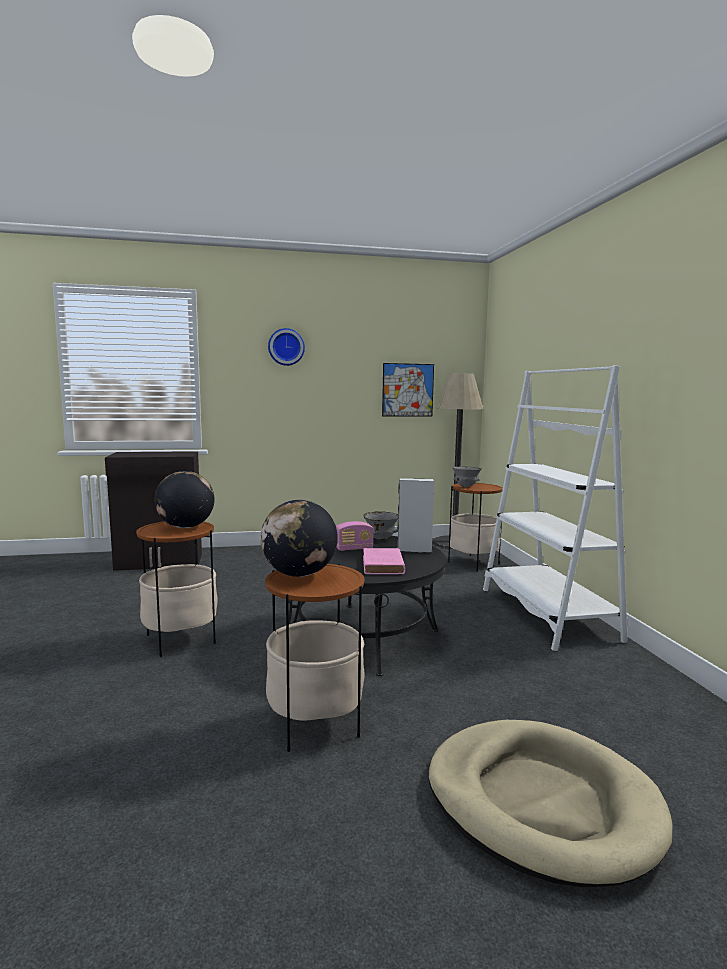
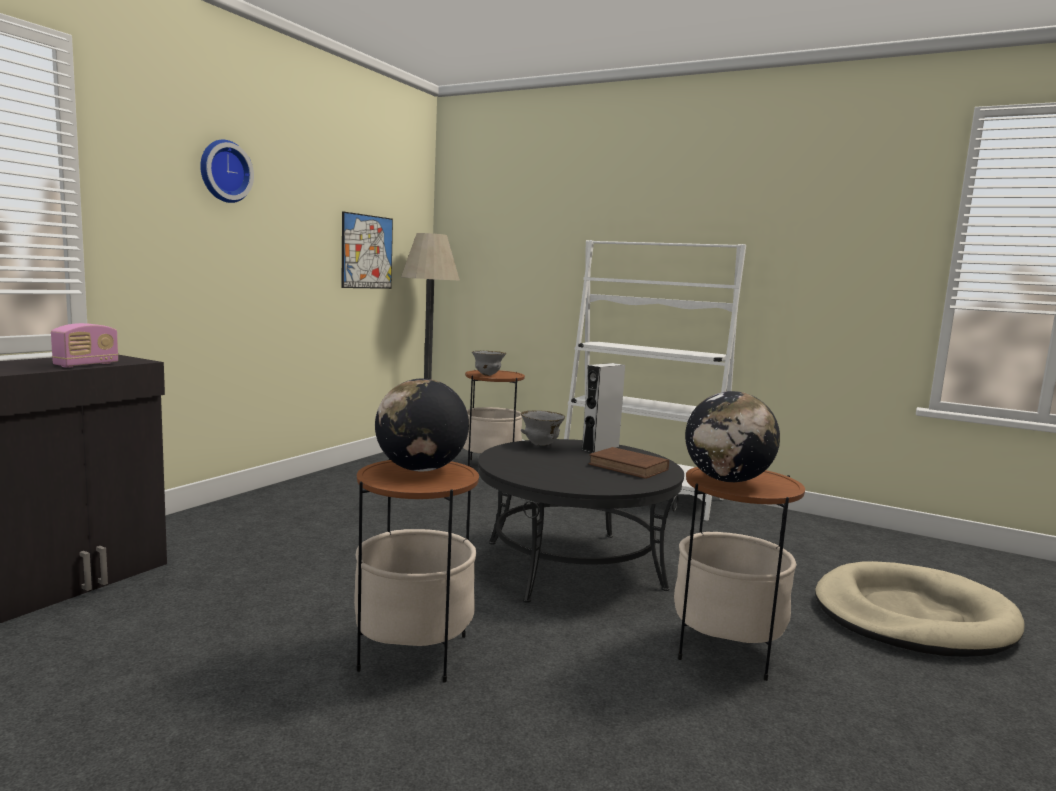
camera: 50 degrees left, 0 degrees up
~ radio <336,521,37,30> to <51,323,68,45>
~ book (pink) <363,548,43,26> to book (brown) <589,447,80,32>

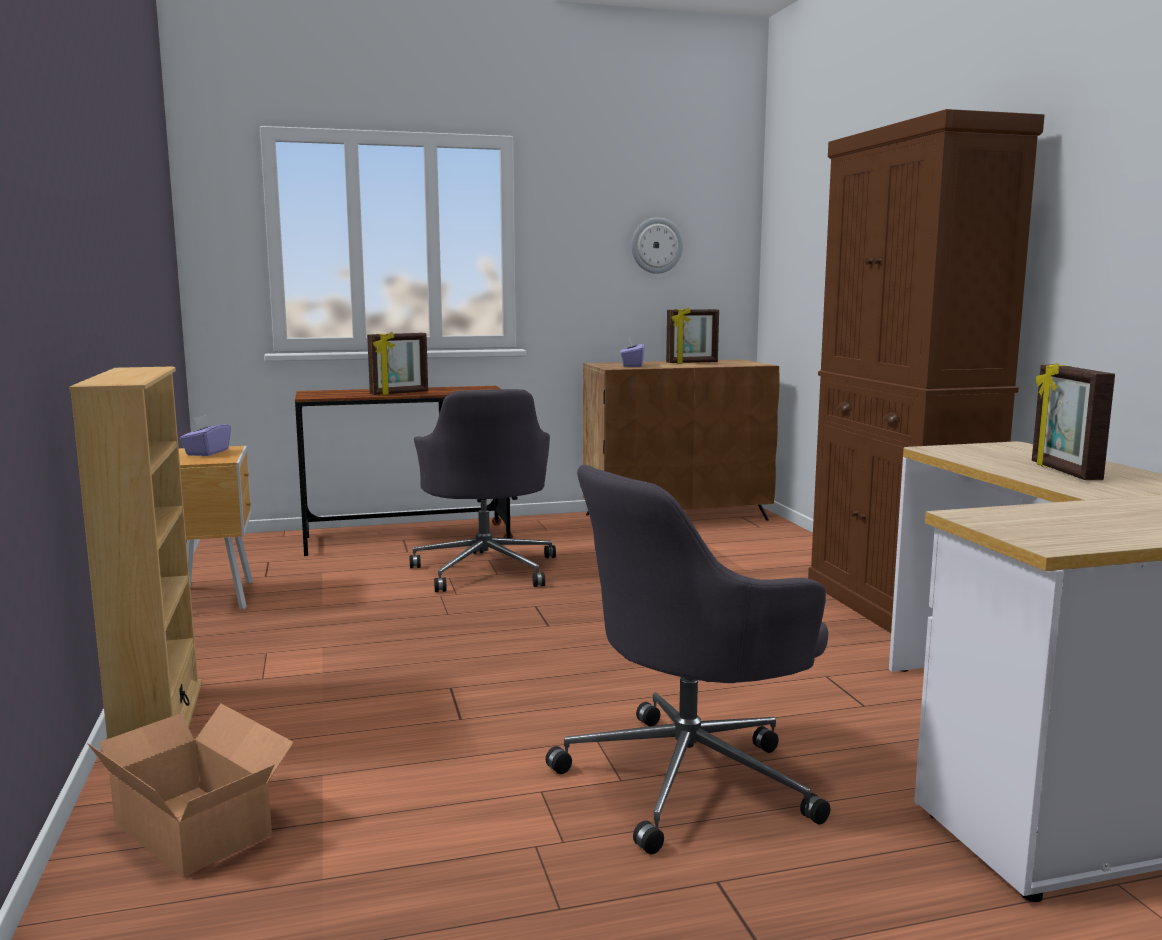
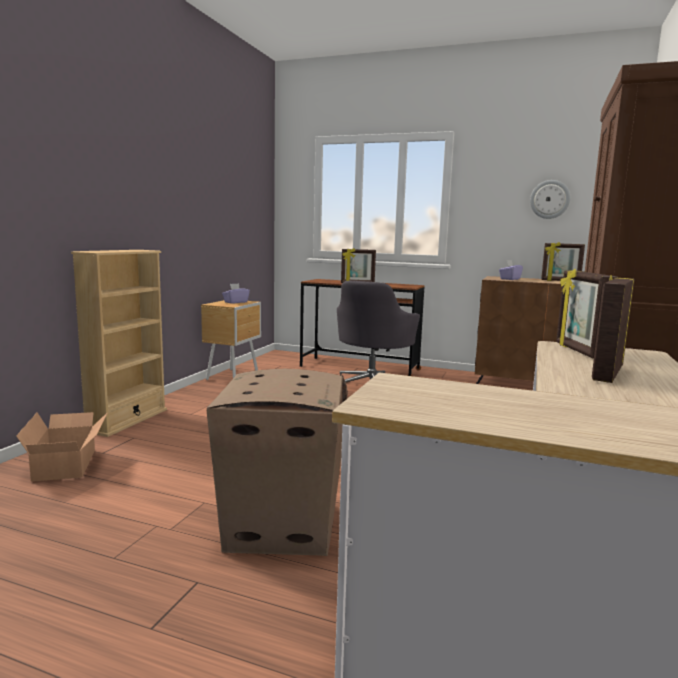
camera: 35 degrees right, 0 degrees up
+ picture frame <556,269,62,90>
~ office chair (grey) <546,465,285,389> to cardboard box <207,369,142,187>

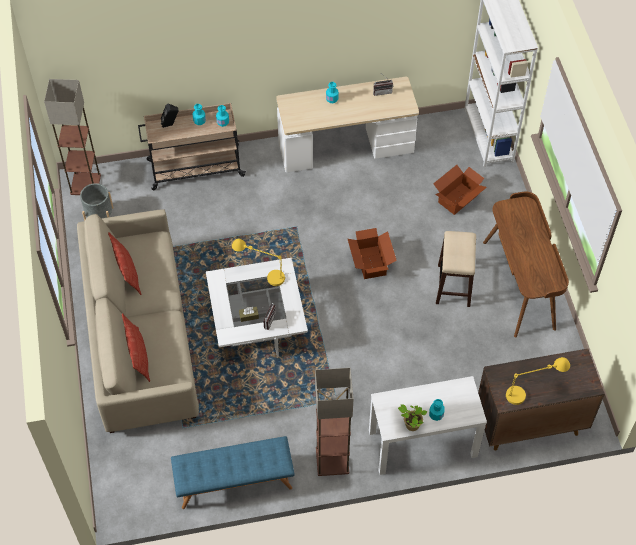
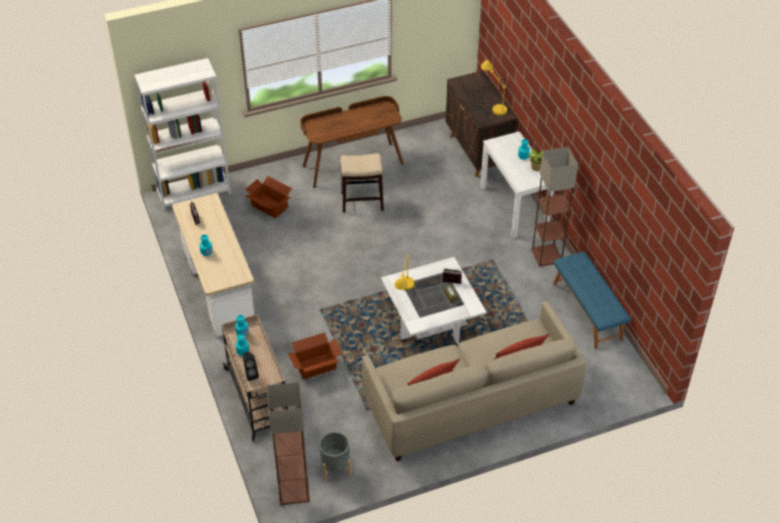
camera: 100 degrees left, 10 degrees down
~ cardboard box <348,228,49,51> to <288,333,54,47>

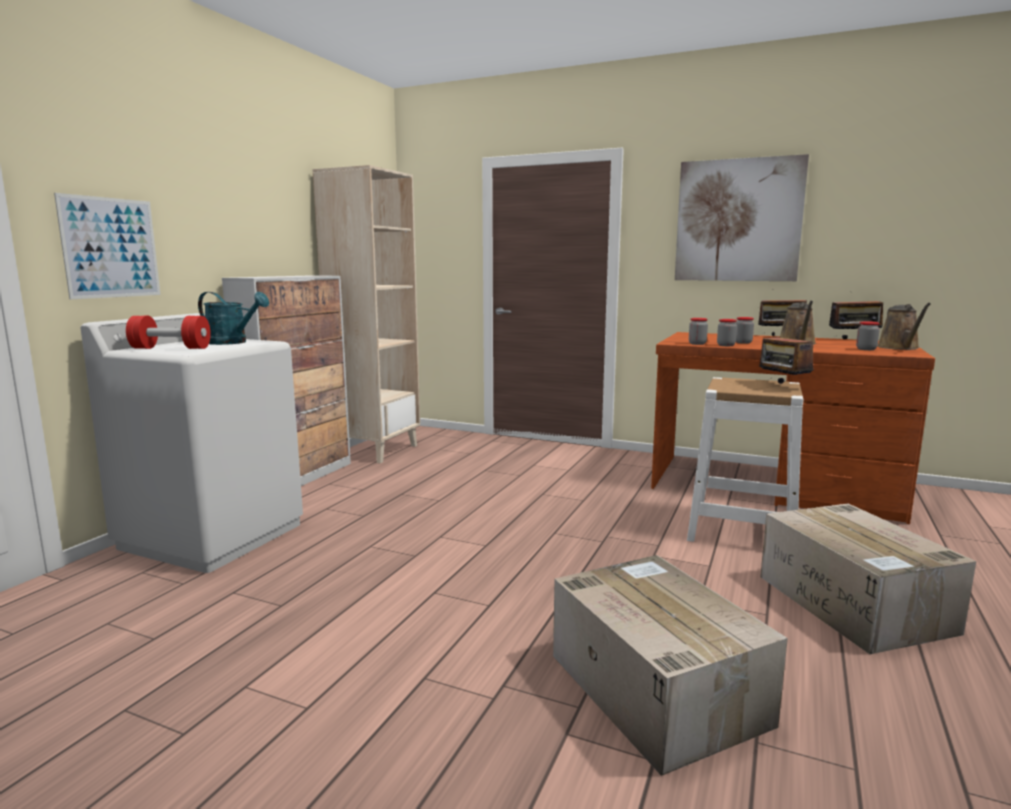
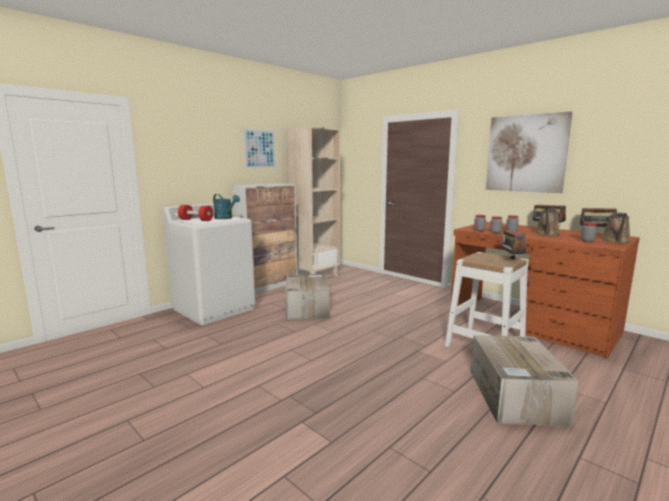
camera: 20 degrees right, 0 degrees up
~ picture <54,193,107,106> to <243,128,33,41>
~ cardboard box <553,555,235,221> to <285,274,45,46>

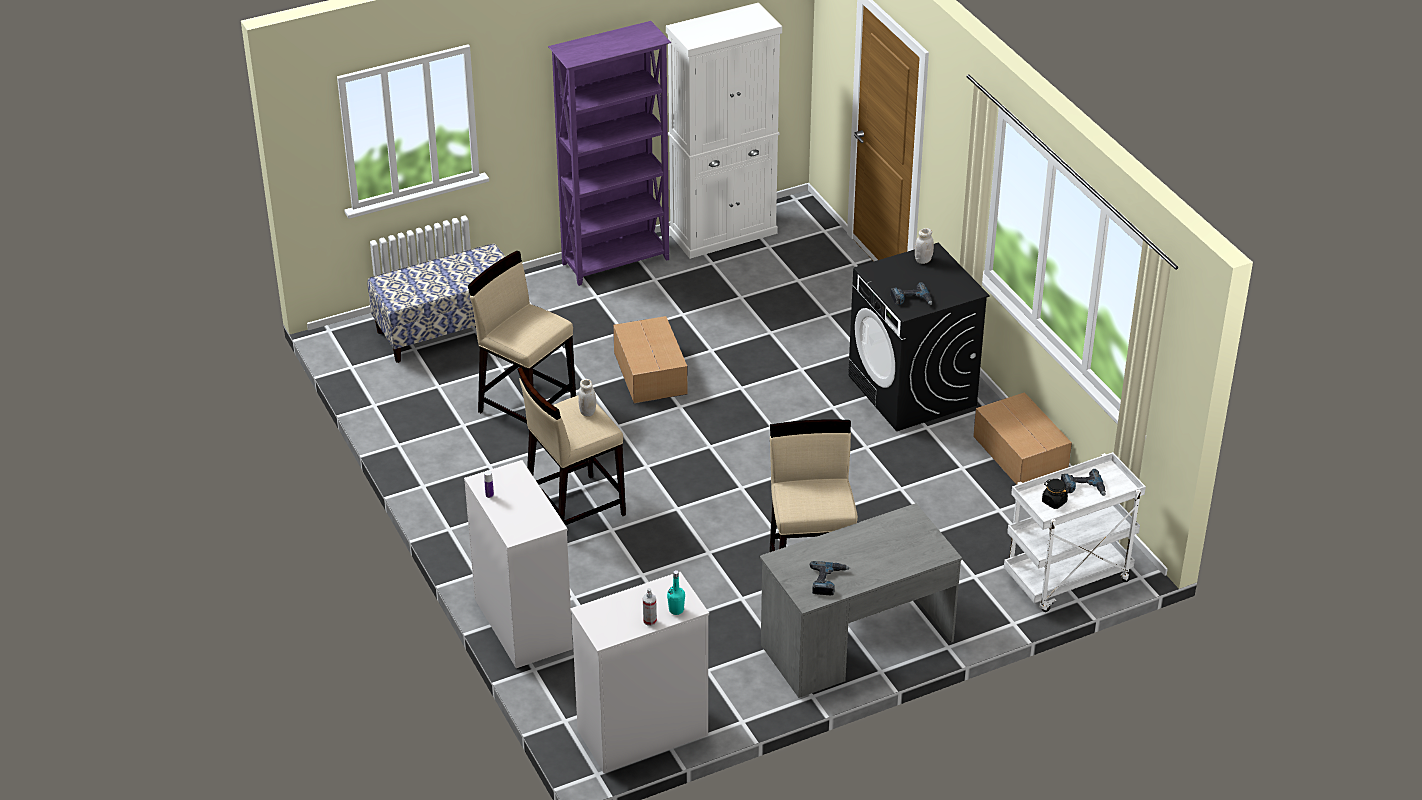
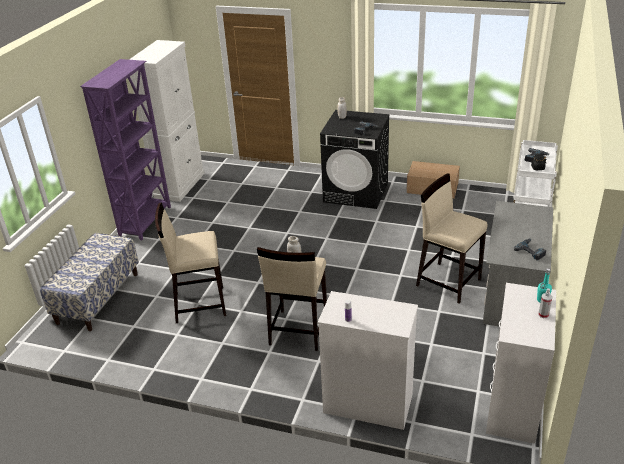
camera: 45 degrees left, 5 degrees down
- cardboard box <613,316,75,87>

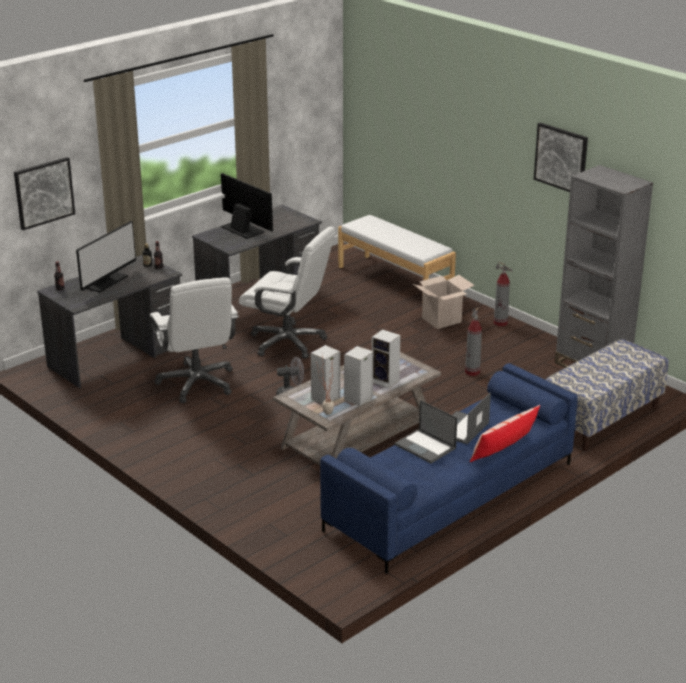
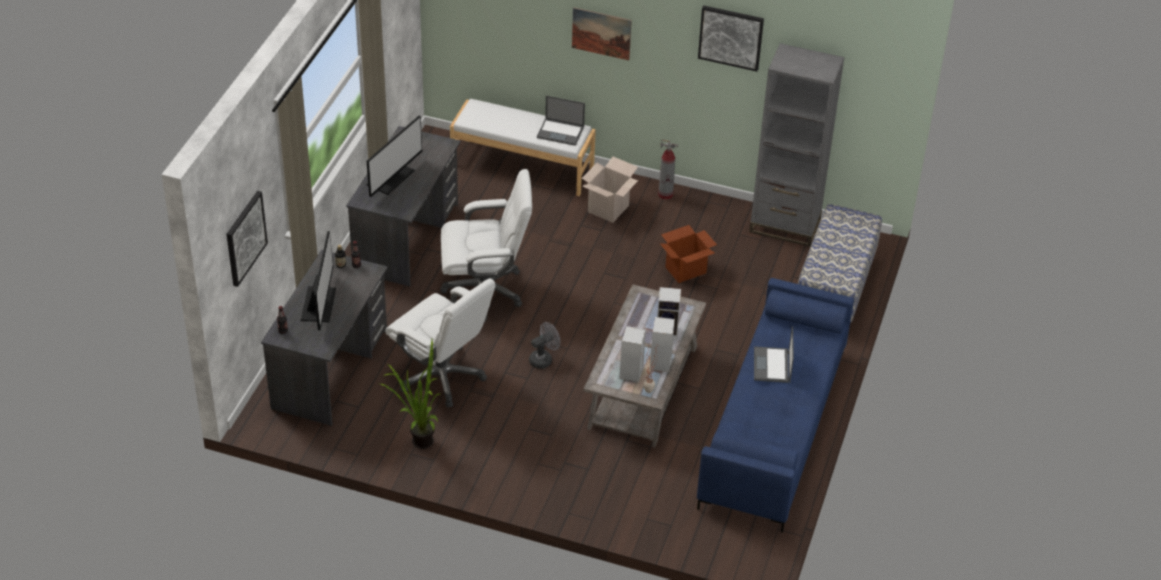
camera: 30 degrees left, 15 degrees up
- pillow <470,405,70,57>
+ potted plant <380,339,60,110>
+ picture <572,7,60,53>
~ laptop <394,400,63,63> to <537,96,48,50>
~ fire extinguisher <465,307,17,69> to cardboard box <660,225,57,58>
~ monitor <221,173,52,66> = <366,116,57,81> 105 degrees clockwise

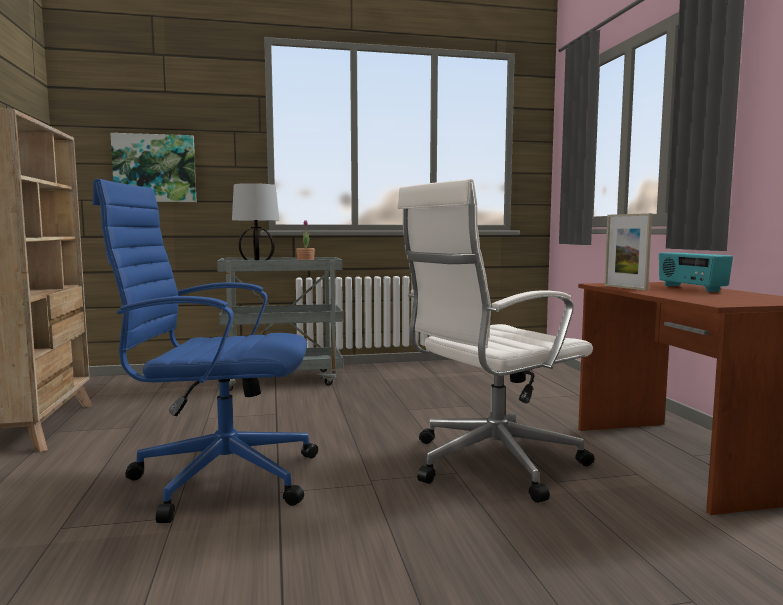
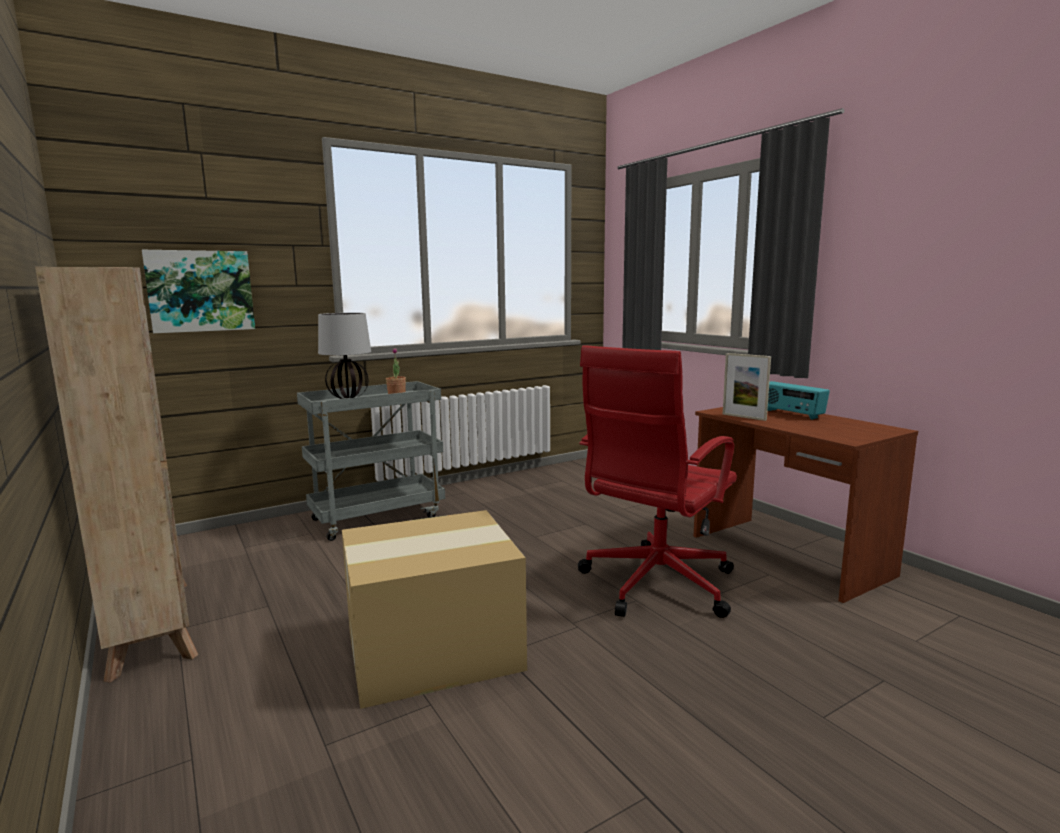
camera: 20 degrees left, 5 degrees up
~ office chair (blue) <92,179,226,344> to cardboard box <342,510,185,199>
~ office chair (white) <398,179,196,324> to office chair (red) <578,345,159,273>

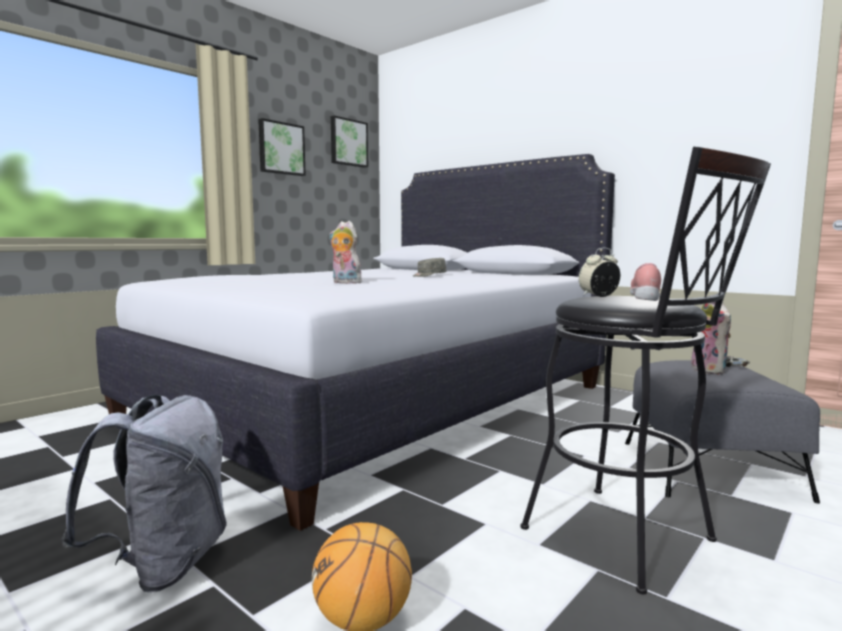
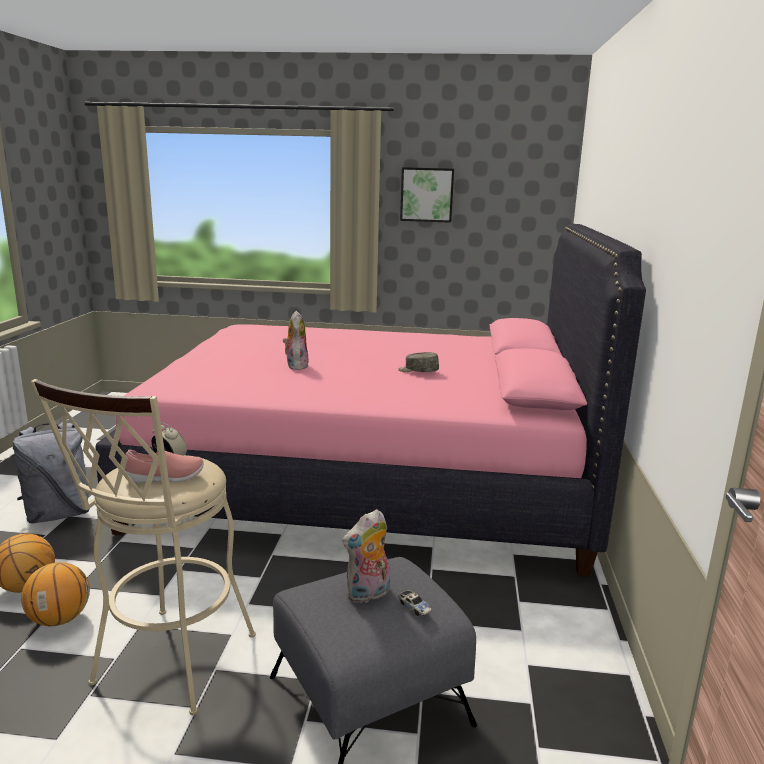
camera: 55 degrees right, 10 degrees up
- picture <331,116,37,52>
+ basketball <21,562,69,64>
~ bed (white) <96,154,519,377> to bed (pink) <96,224,550,353>
~ stool (black) <521,146,250,448> to stool (beige) <31,379,225,336>

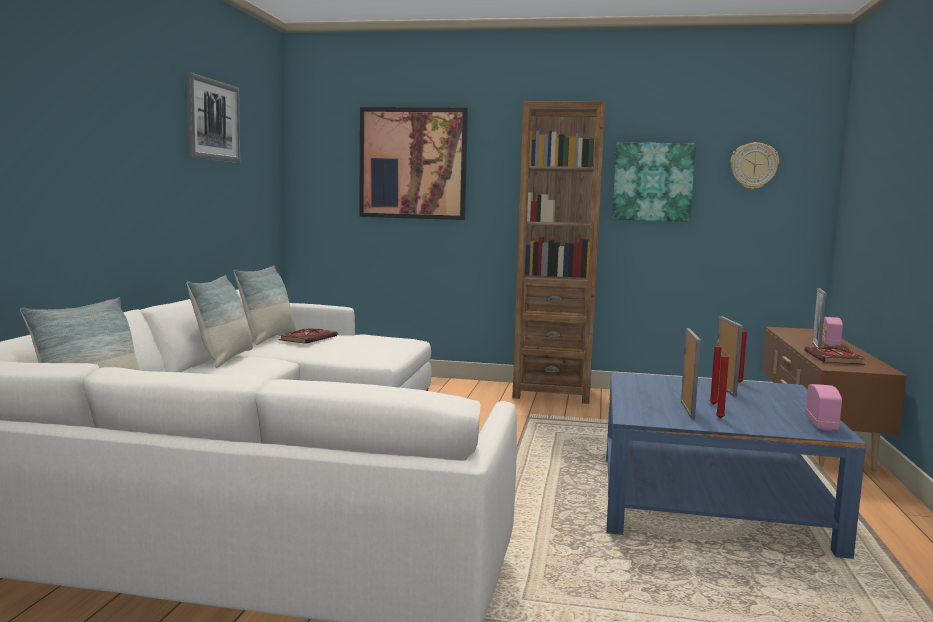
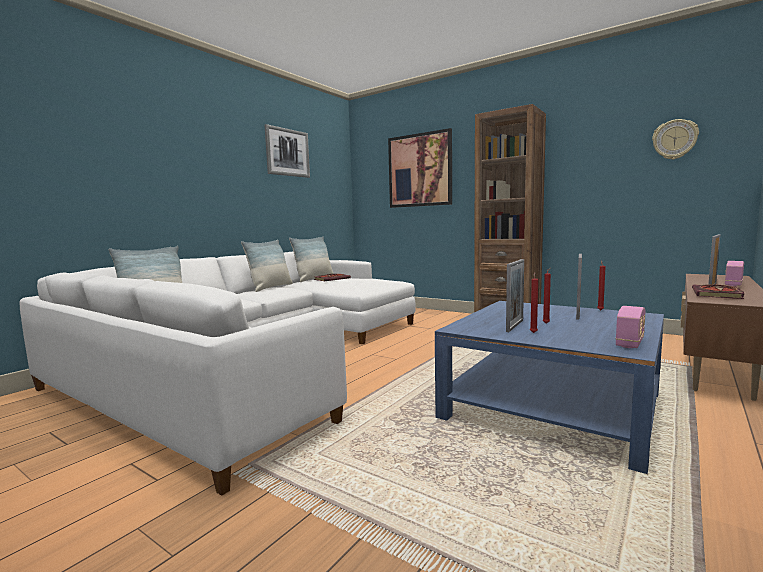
camera: 25 degrees right, 0 degrees up
- picture <612,142,84,80>

